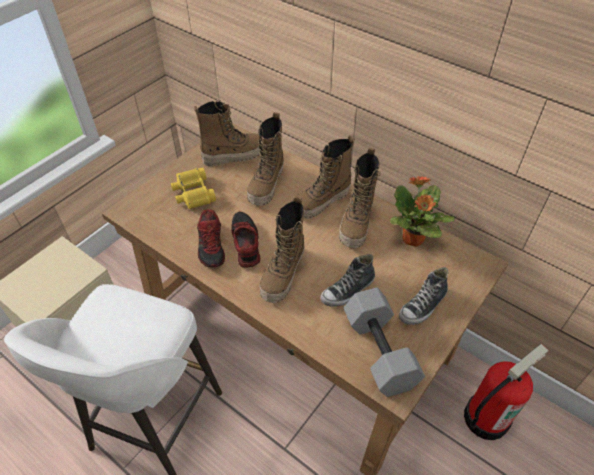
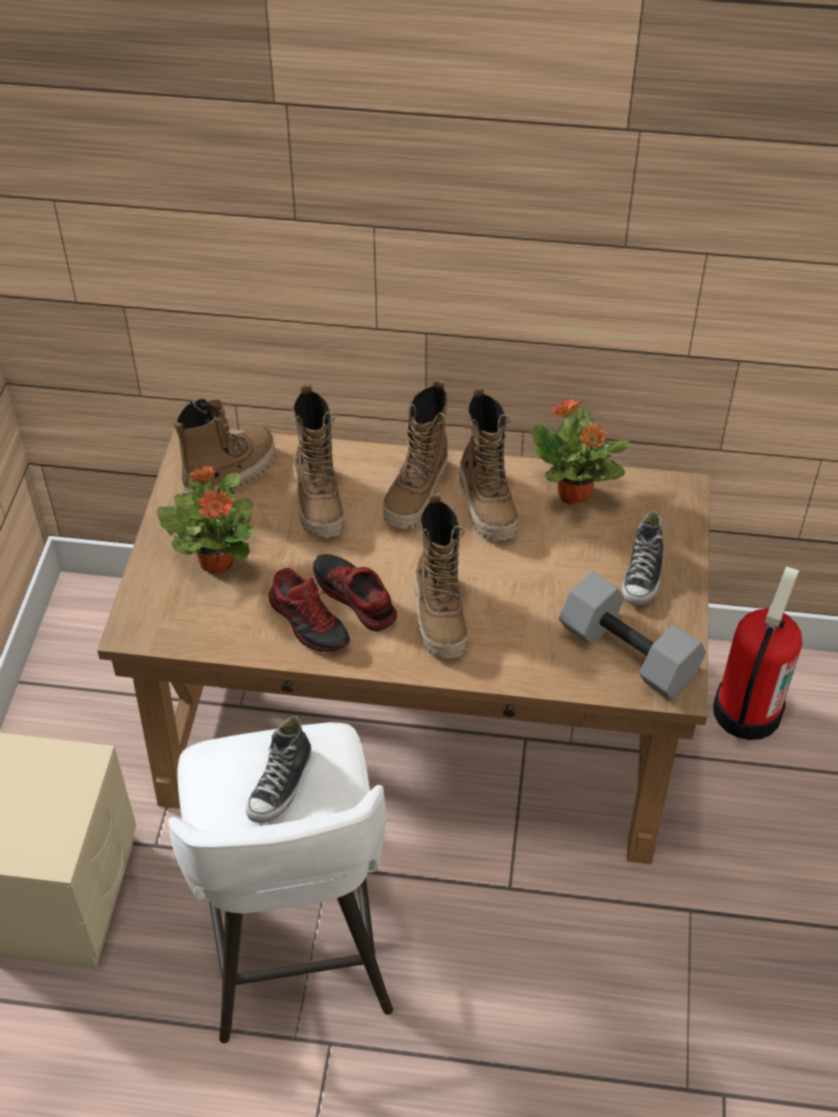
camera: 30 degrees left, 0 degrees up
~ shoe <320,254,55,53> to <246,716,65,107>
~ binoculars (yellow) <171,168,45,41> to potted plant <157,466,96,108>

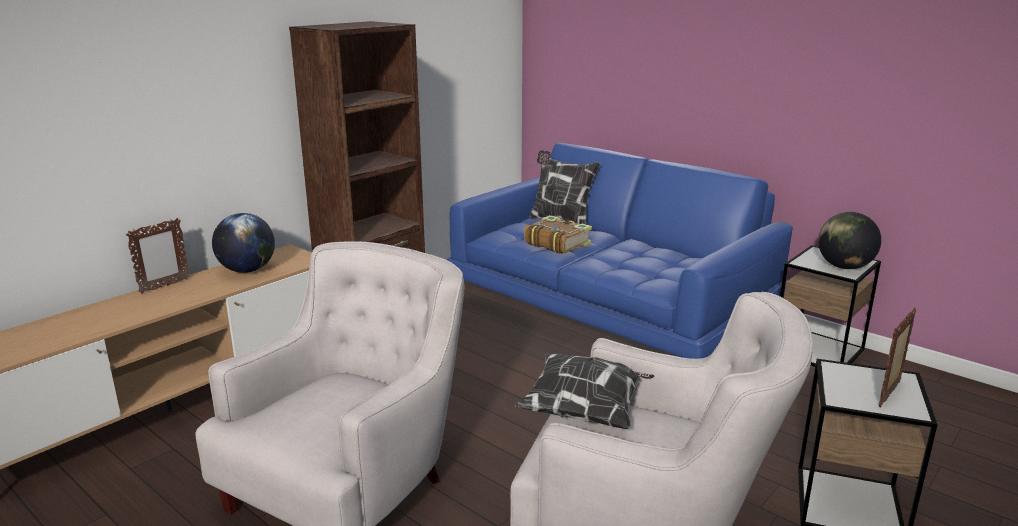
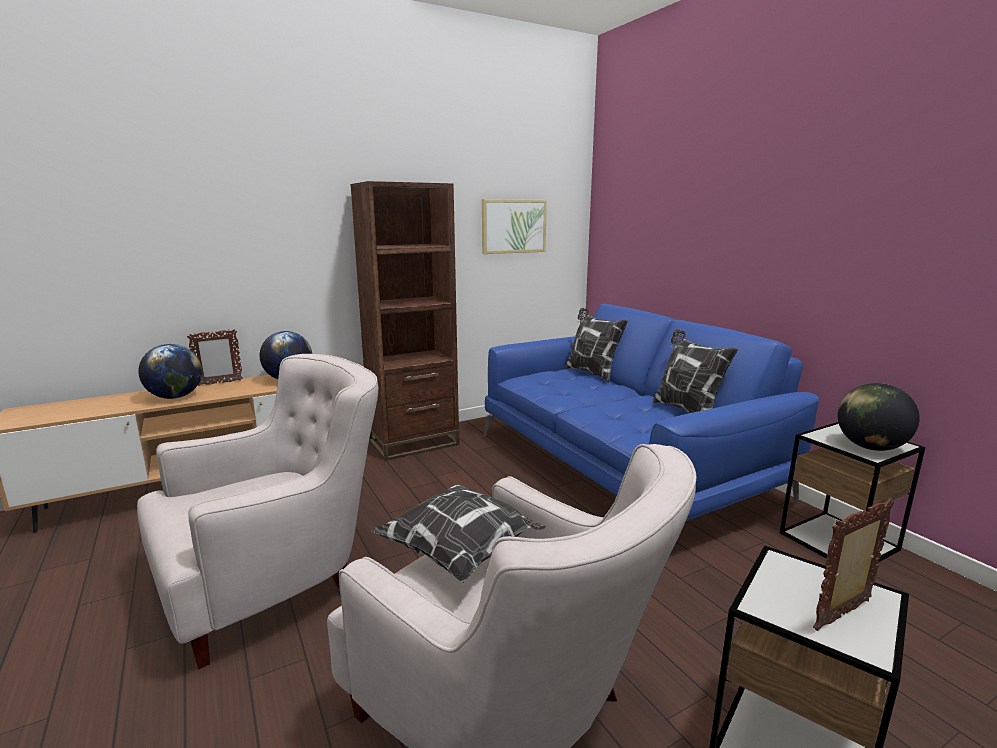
camera: 20 degrees right, 5 degrees down
- book <524,215,68,39>
+ globe <138,344,64,55>
+ picture <482,199,65,55>
+ pillow <653,329,85,84>

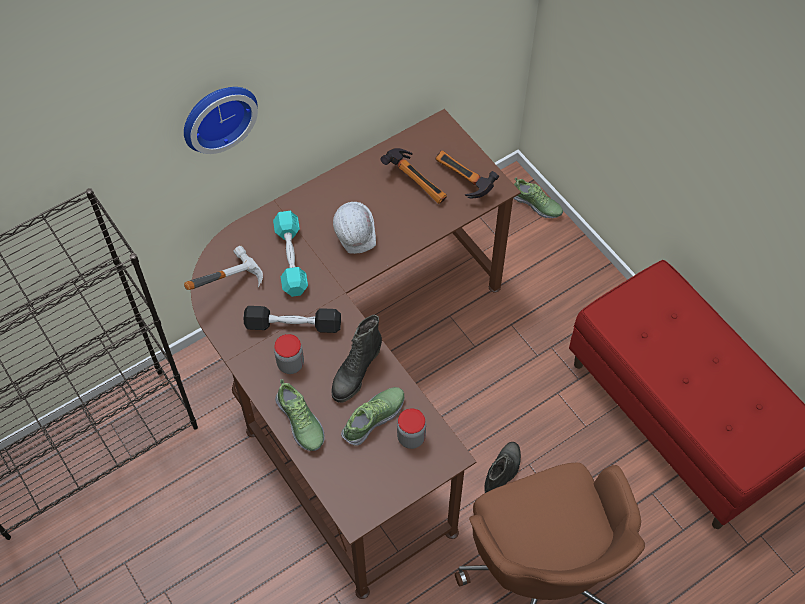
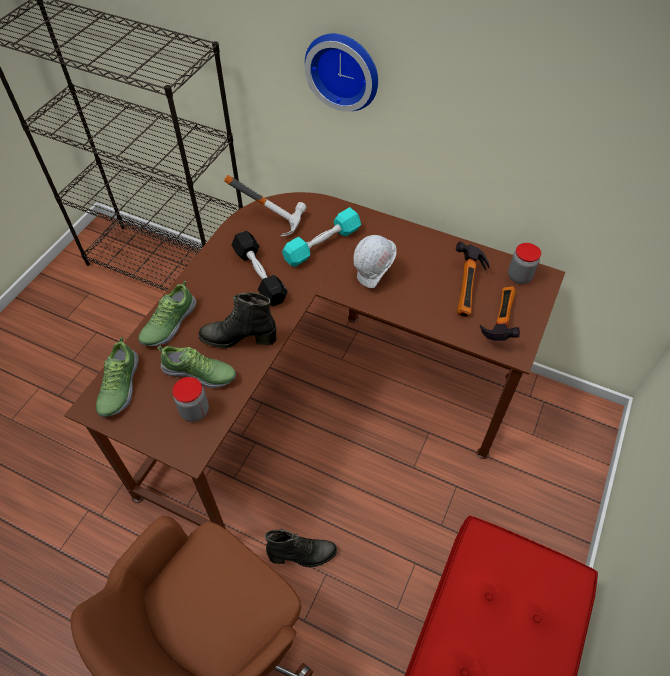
camera: 60 degrees right, 5 degrees down
~ jar <274,334,30,40> to <508,243,33,41>
~ shoe <513,177,50,41> to <96,337,43,80>

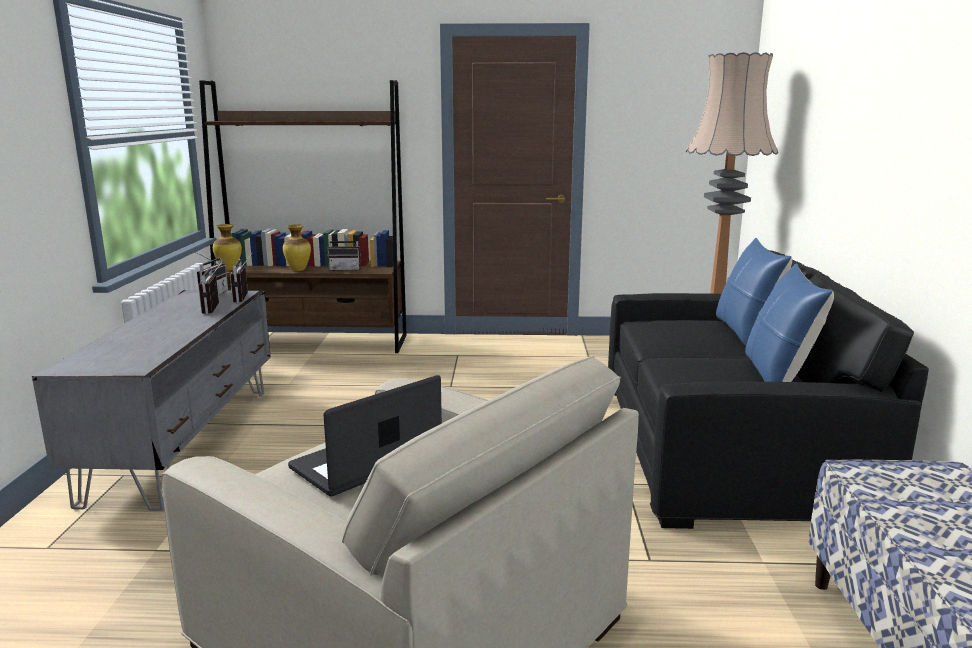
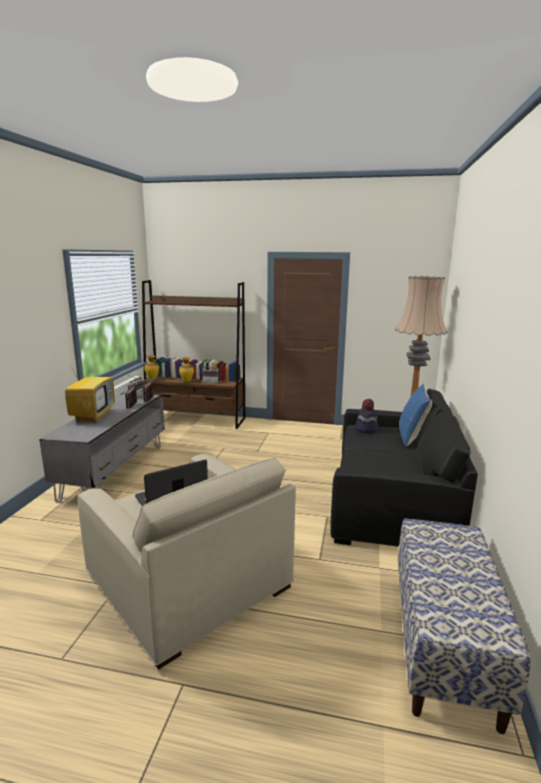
camera: 10 degrees right, 0 degrees up
- pillow (blue) <745,263,89,119>
+ television <65,361,50,62>
+ hat <355,399,23,34>

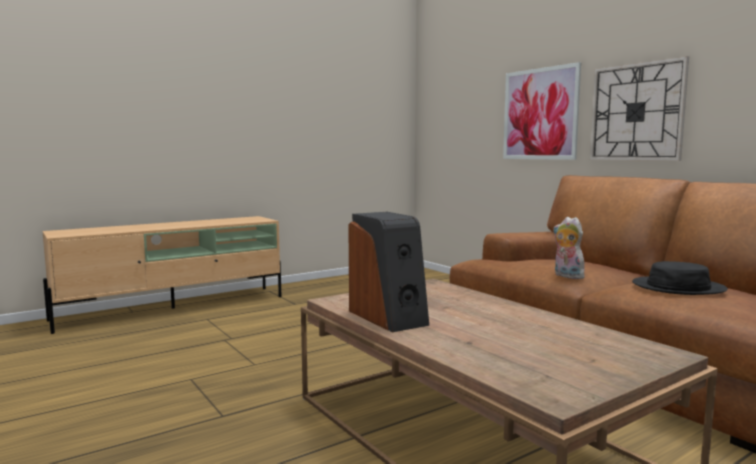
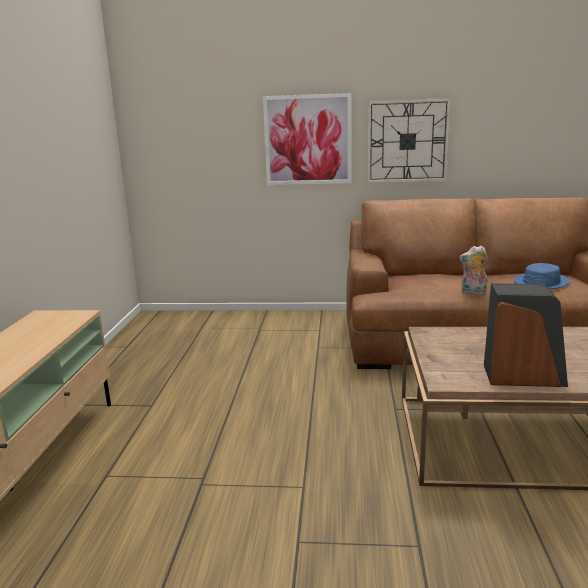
camera: 50 degrees left, 10 degrees up
~ hat (black) <632,261,96,34> to hat (blue) <514,263,56,26>

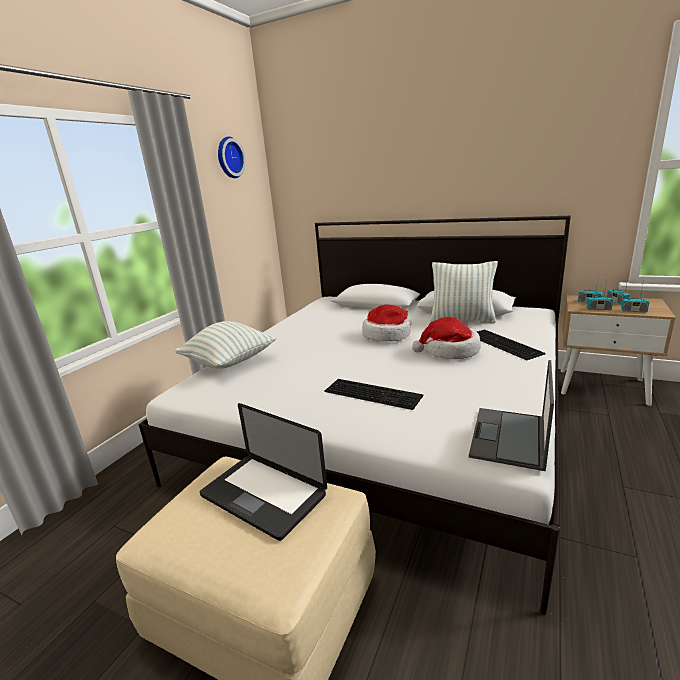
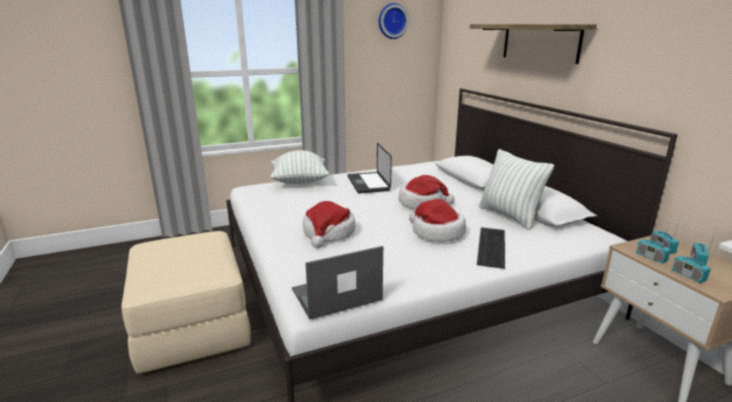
camera: 40 degrees right, 0 degrees up
+ shelf <470,24,127,40>
~ laptop <200,403,127,138> to <347,143,45,50>
~ keyboard <324,379,99,31> to hat <303,201,52,47>

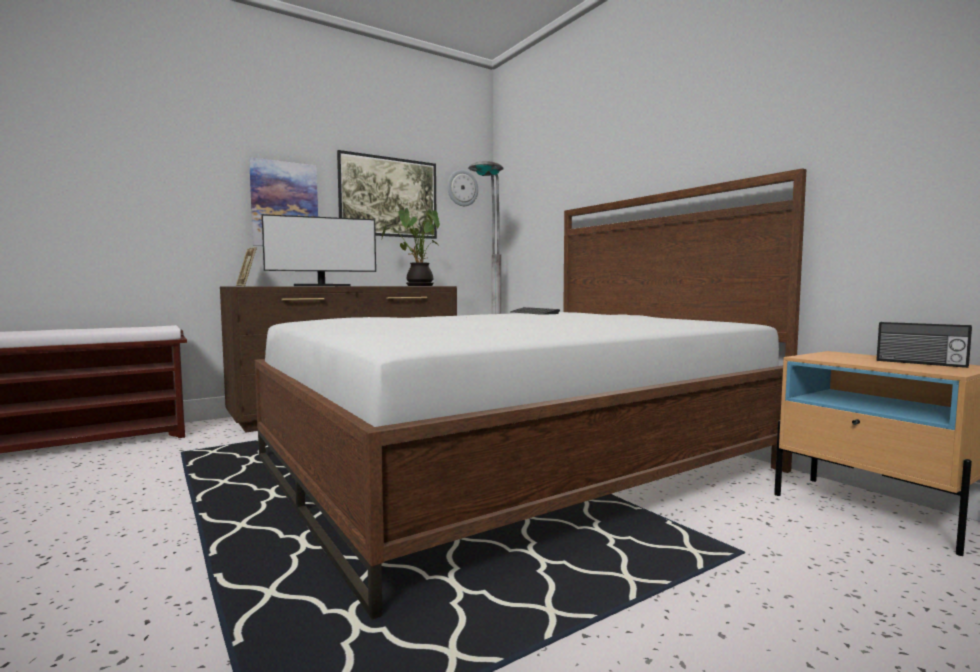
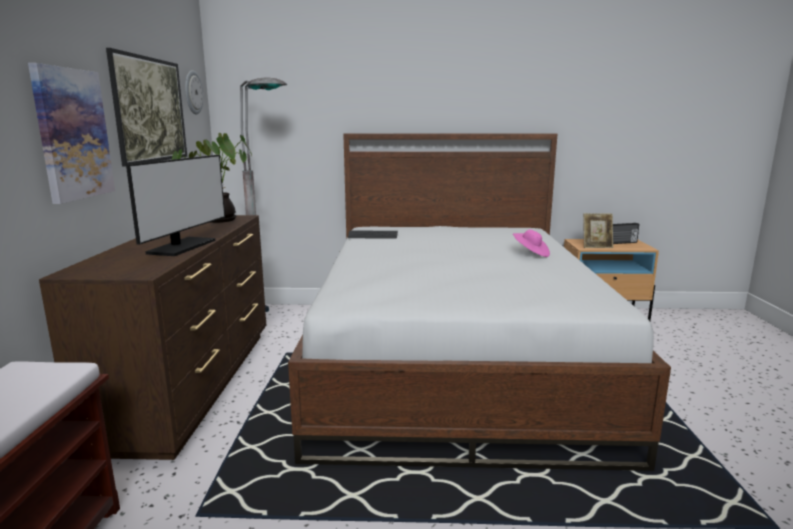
camera: 55 degrees left, 10 degrees up
+ hat (pink) <513,230,37,27>
~ picture frame <236,247,21,39> to <583,213,30,35>

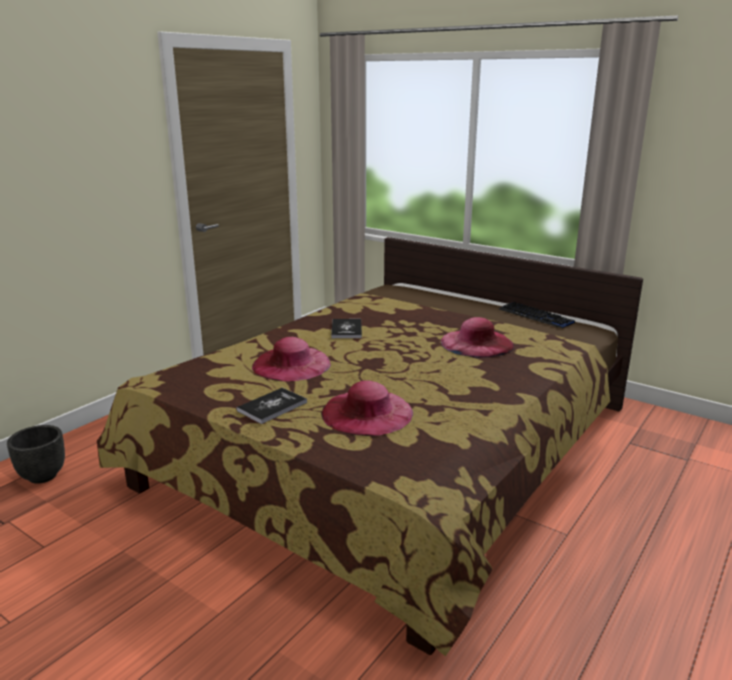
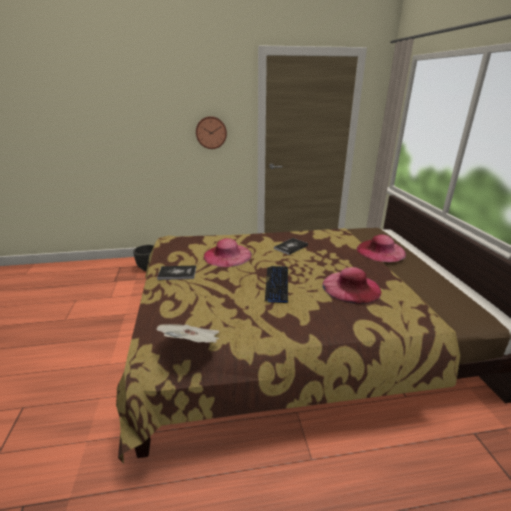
camera: 45 degrees right, 5 degrees up
+ newspaper <156,324,63,19>
+ wall clock <196,116,31,33>
~ hat (pink) <321,380,92,56> to <357,234,49,28>
~ keyboard <499,302,76,26> to <265,266,23,37>

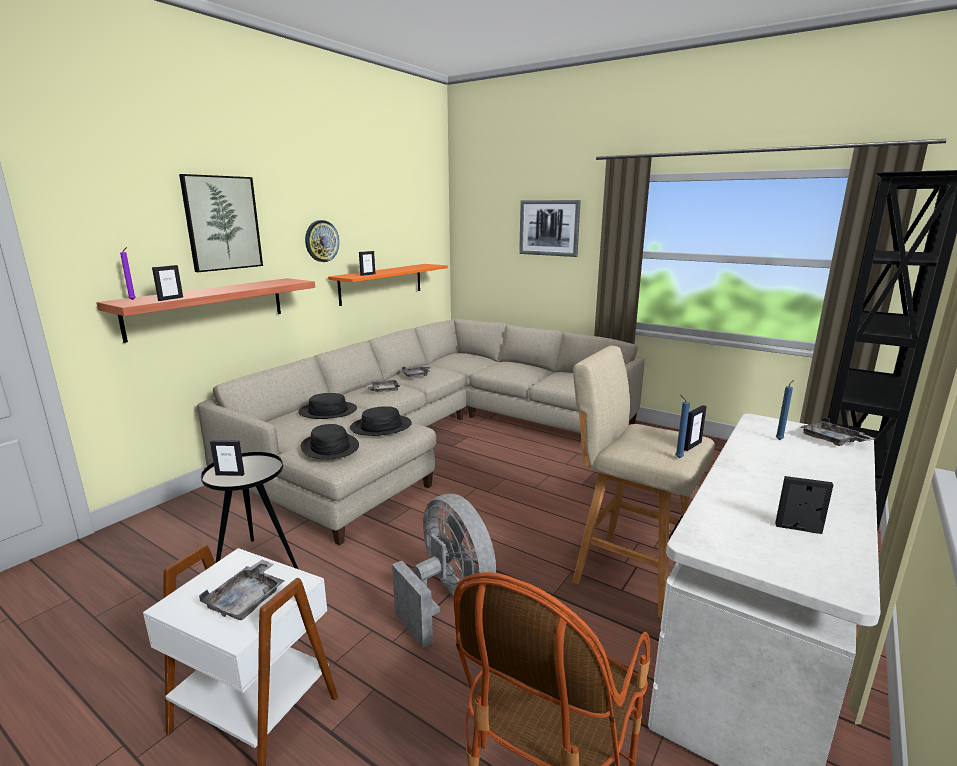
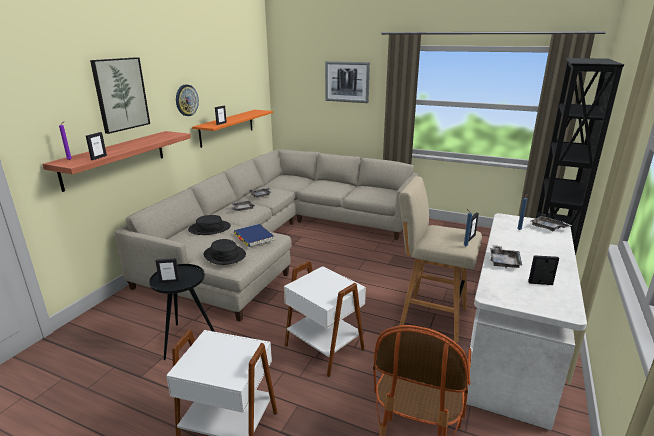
camera: 10 degrees left, 5 degrees up
~ tray (grey) <199,559,86,61> to <490,245,32,23>
~ hat (black) <350,406,62,30> to book (blue) <234,224,41,23>
~ fan (grey) <392,494,104,154> to side table (white) <284,261,82,116>

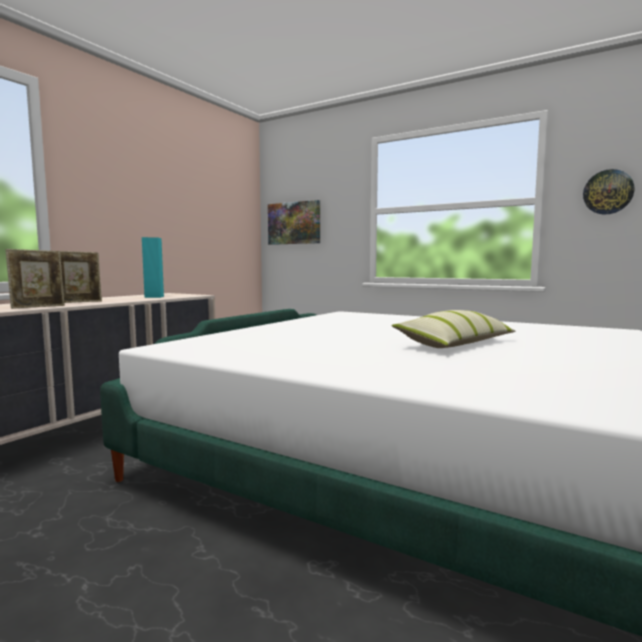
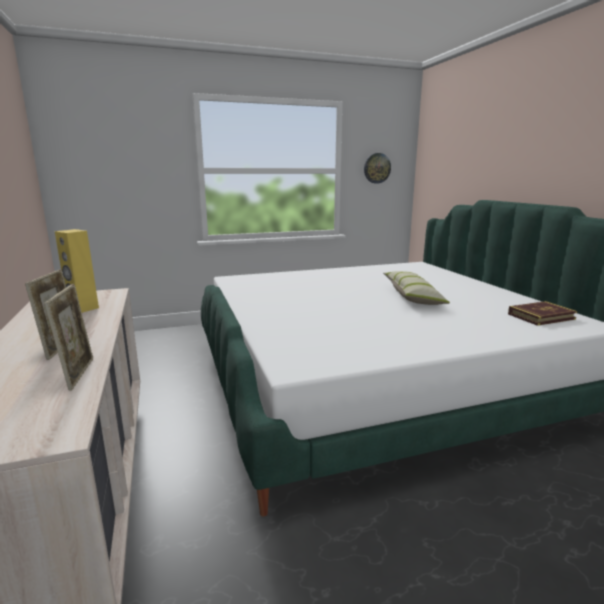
camera: 50 degrees left, 10 degrees up
- picture <268,200,52,45>
+ book <508,301,69,25>
~ speaker (turquoise) <142,237,22,61> to speaker (yellow) <55,229,44,84>

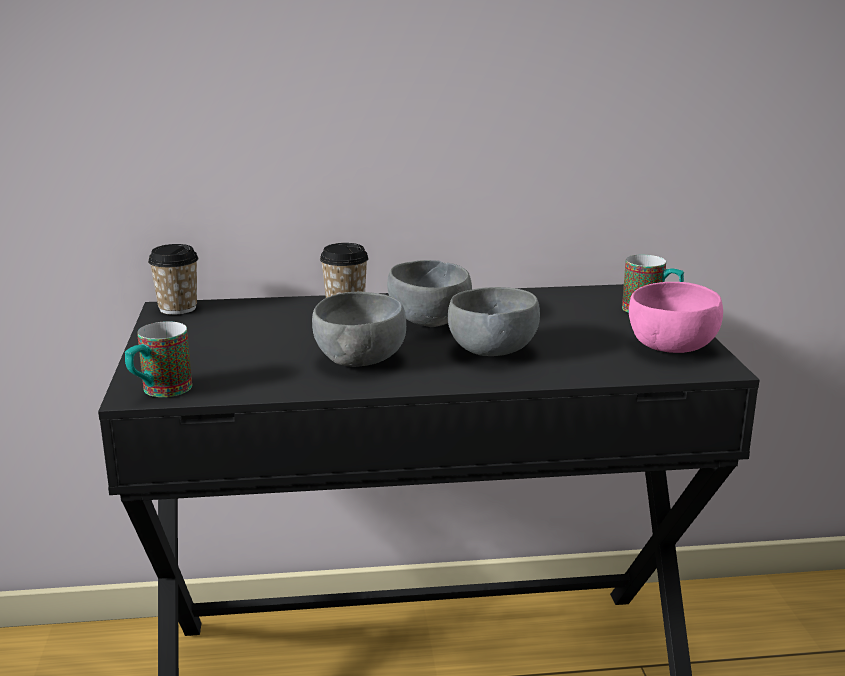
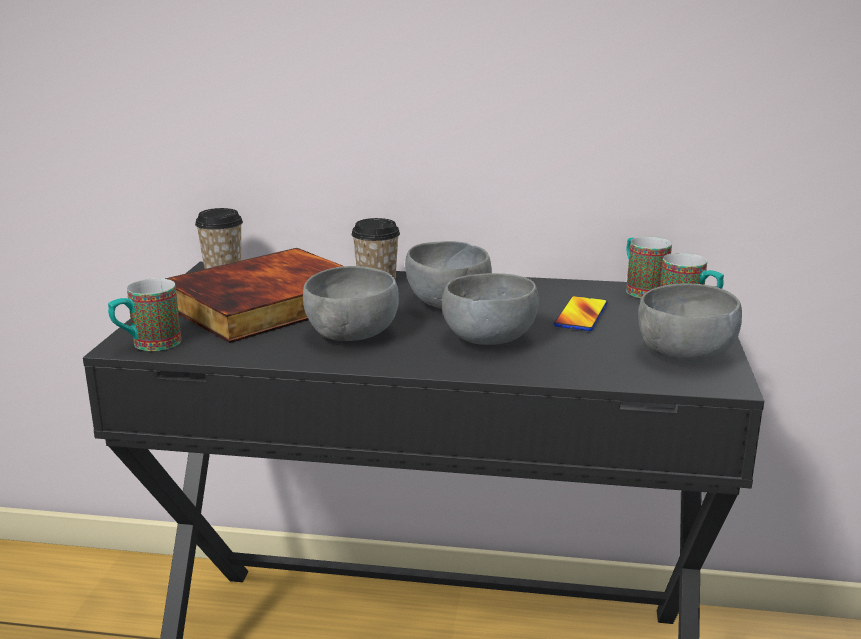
camera: 15 degrees right, 0 degrees up
+ book <165,248,177,95>
+ phone <554,296,54,35>
+ mug <626,237,46,61>
~ bowl (pink) <629,282,94,71> to bowl (grey) <638,283,104,79>

